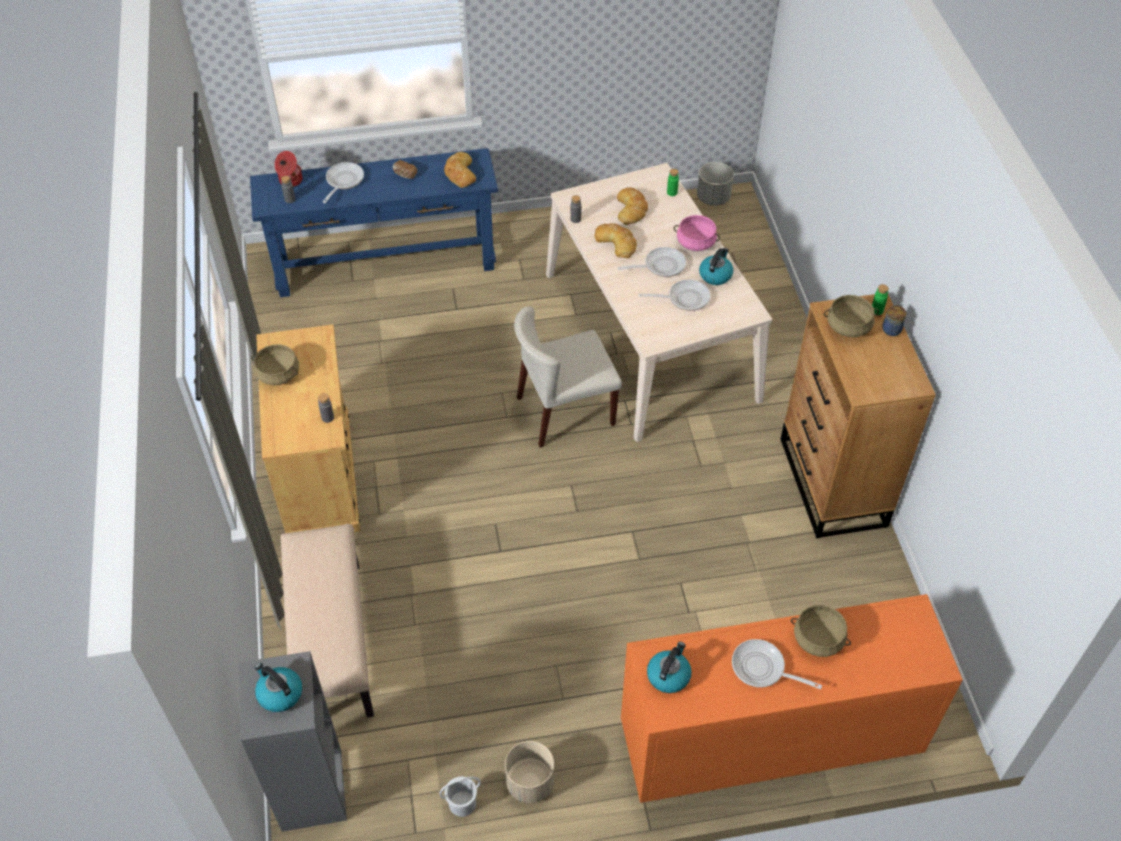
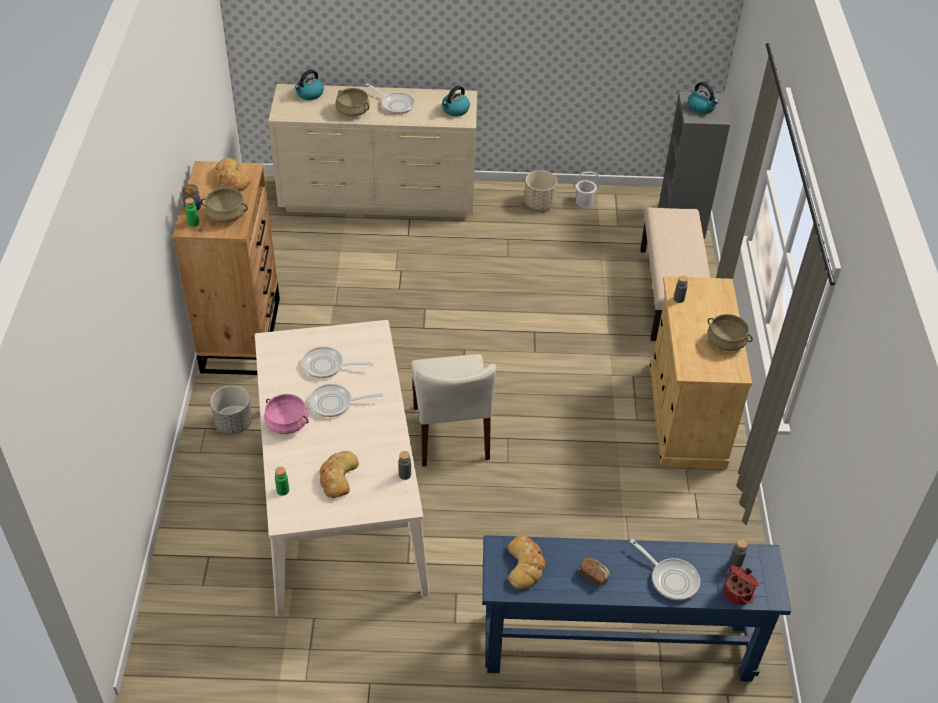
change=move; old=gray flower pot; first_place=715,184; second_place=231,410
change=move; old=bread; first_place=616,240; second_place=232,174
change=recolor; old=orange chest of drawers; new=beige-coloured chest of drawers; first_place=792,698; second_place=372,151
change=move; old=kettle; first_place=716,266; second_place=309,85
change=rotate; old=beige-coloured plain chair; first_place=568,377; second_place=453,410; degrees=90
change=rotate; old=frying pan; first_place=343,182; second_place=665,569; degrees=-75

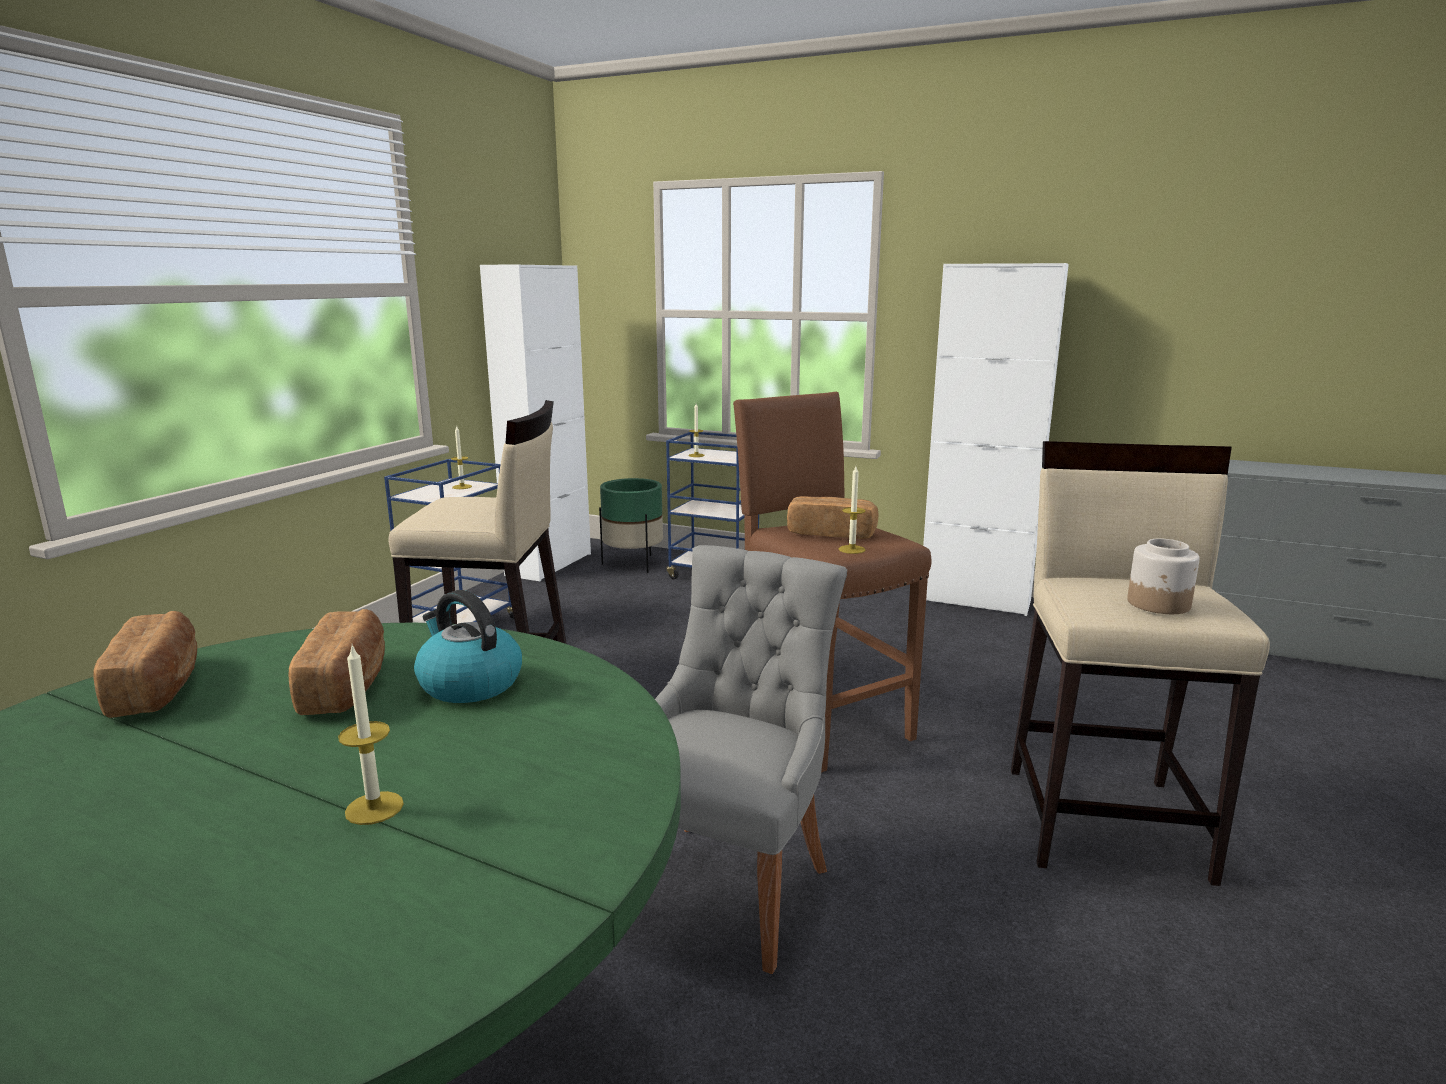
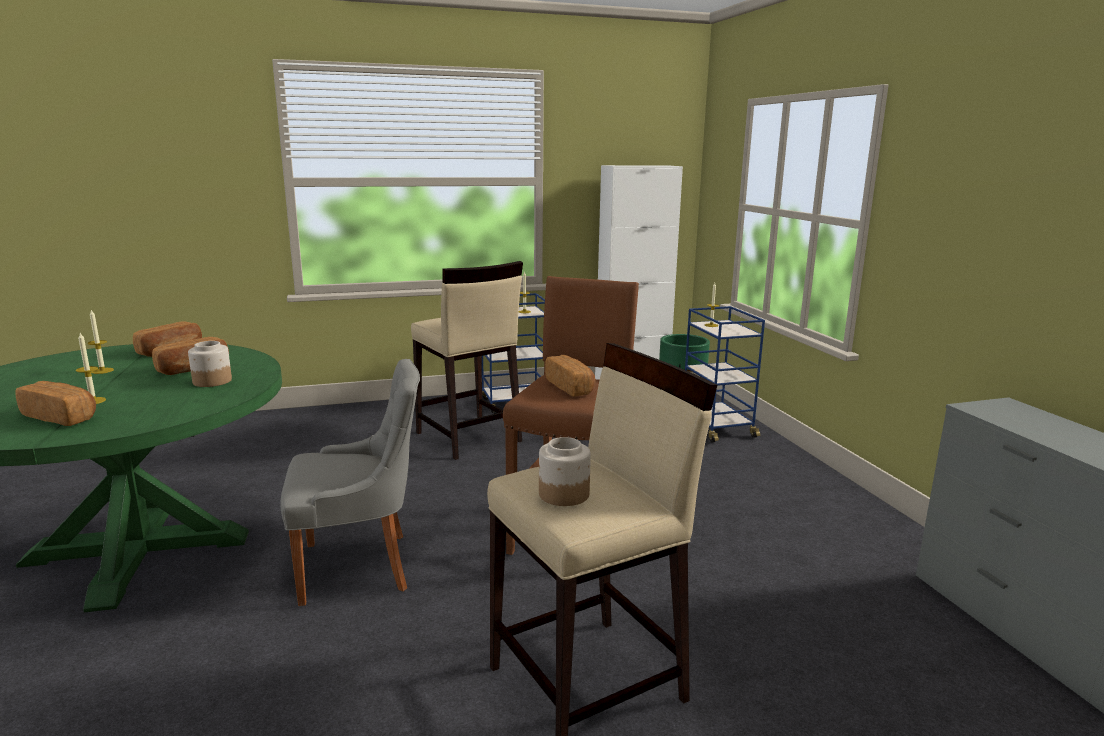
change=insert; new=bread; second_place=55,403
change=move; old=wax candle; first_place=852,510; second_place=100,342
change=replace; old=kettle; new=preserve jar; first_place=468,646; second_place=210,364
change=delete; old=whitish cupboard; first_place=996,439

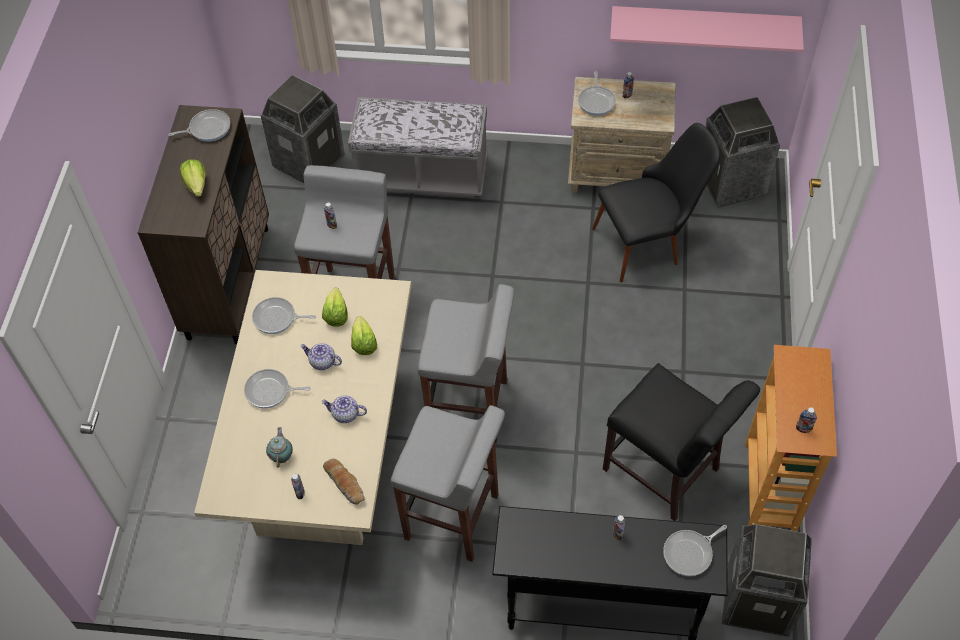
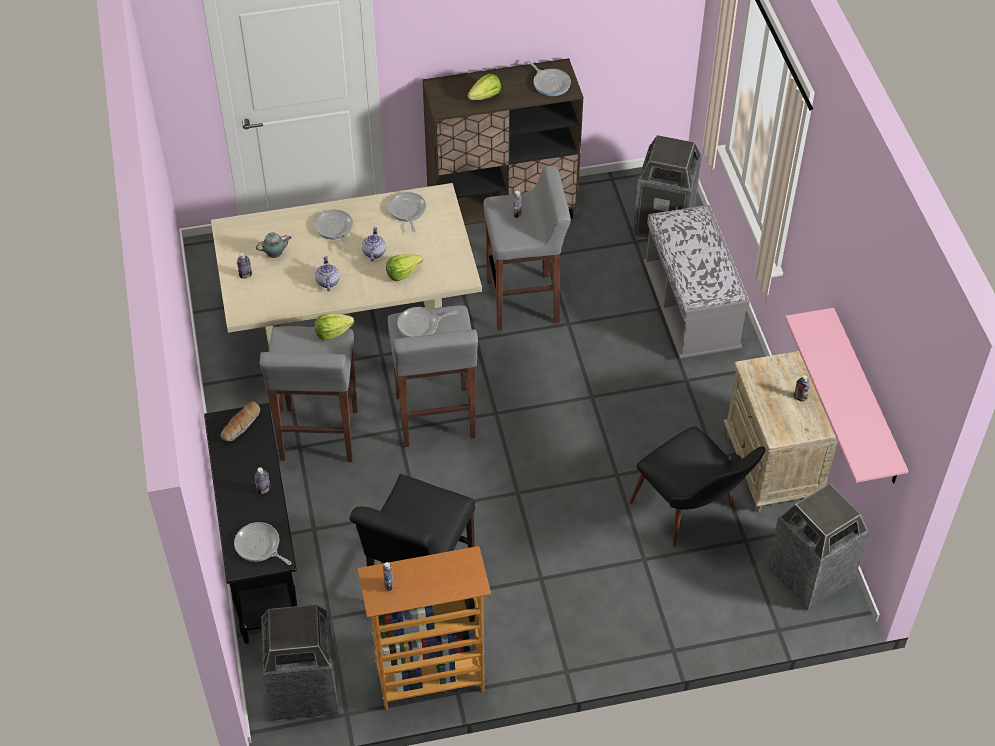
change=move; old=bread; first_place=344,482; second_place=240,421
change=move; old=lettuce; first_place=335,307; second_place=334,327
change=move; old=frying pan; first_place=597,93; second_place=427,322

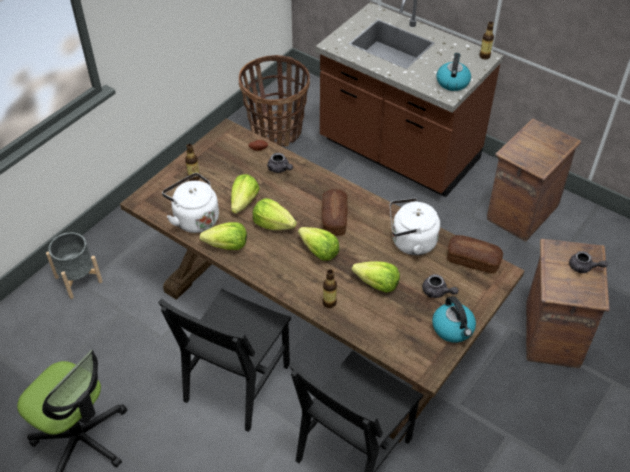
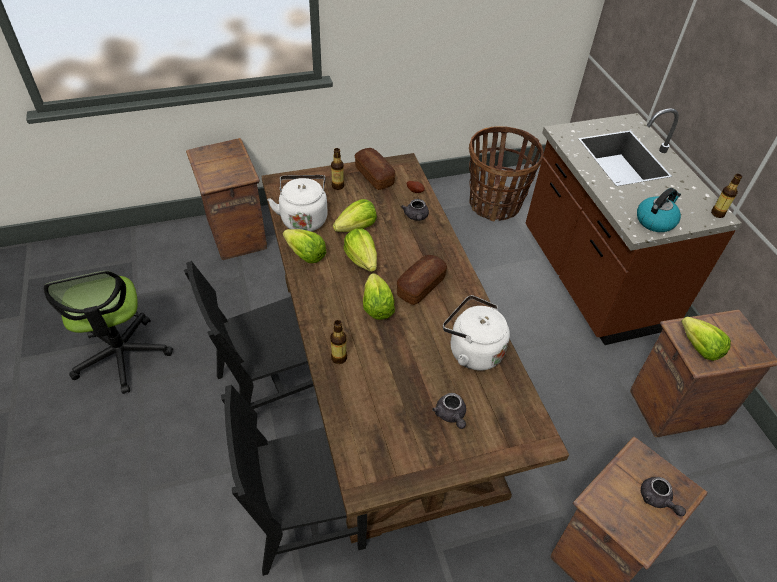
change=replace; old=gray flower pot; new=packing crate; first_place=74,265; second_place=226,199
change=move; old=bread; first_place=475,254; second_place=375,169
change=move; old=lettuce; first_place=376,277; second_place=706,338
change=delete; old=kettle; first_place=454,319

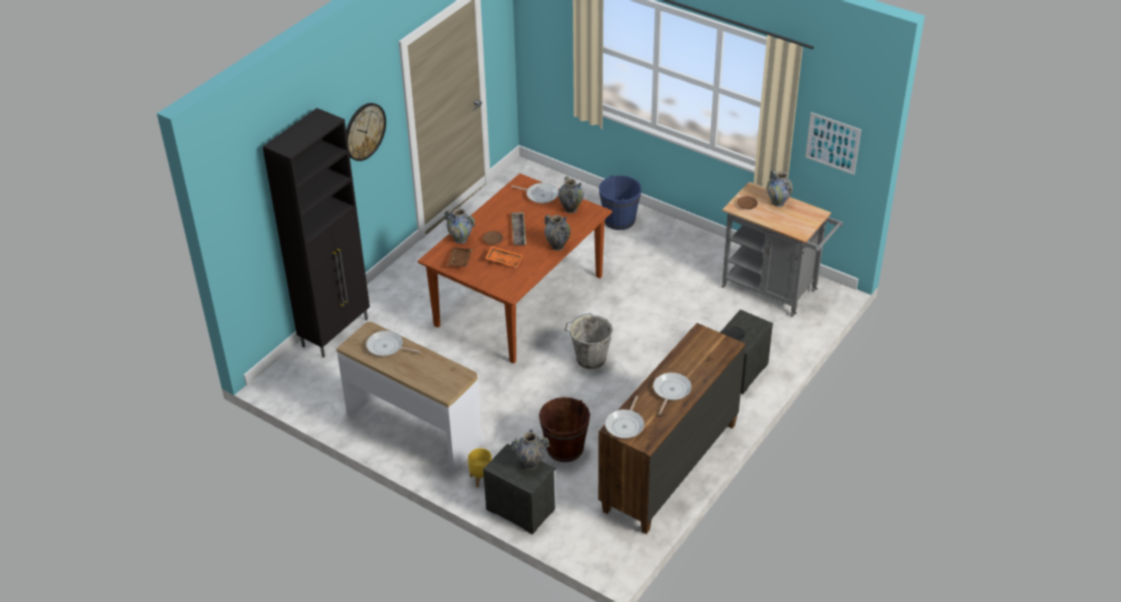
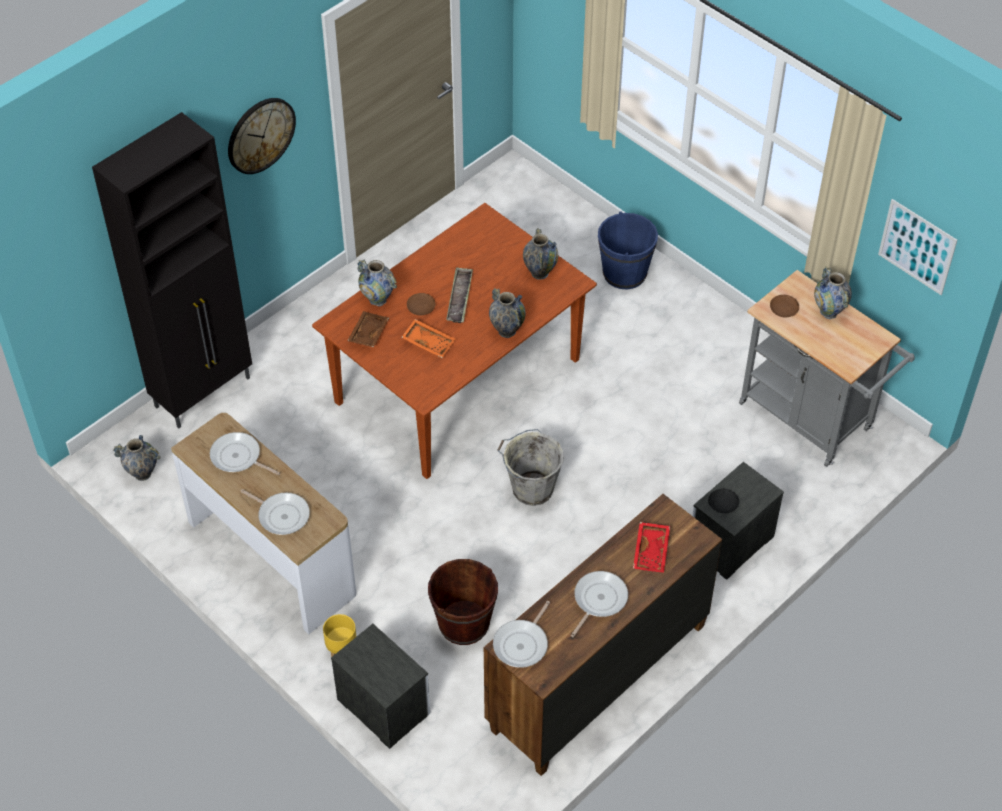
change=move; old=decorative vase; first_place=530,449; second_place=137,458
change=move; old=frying pan; first_place=535,193; second_place=275,512
change=insert; new=reddish carrying tray; second_place=651,547

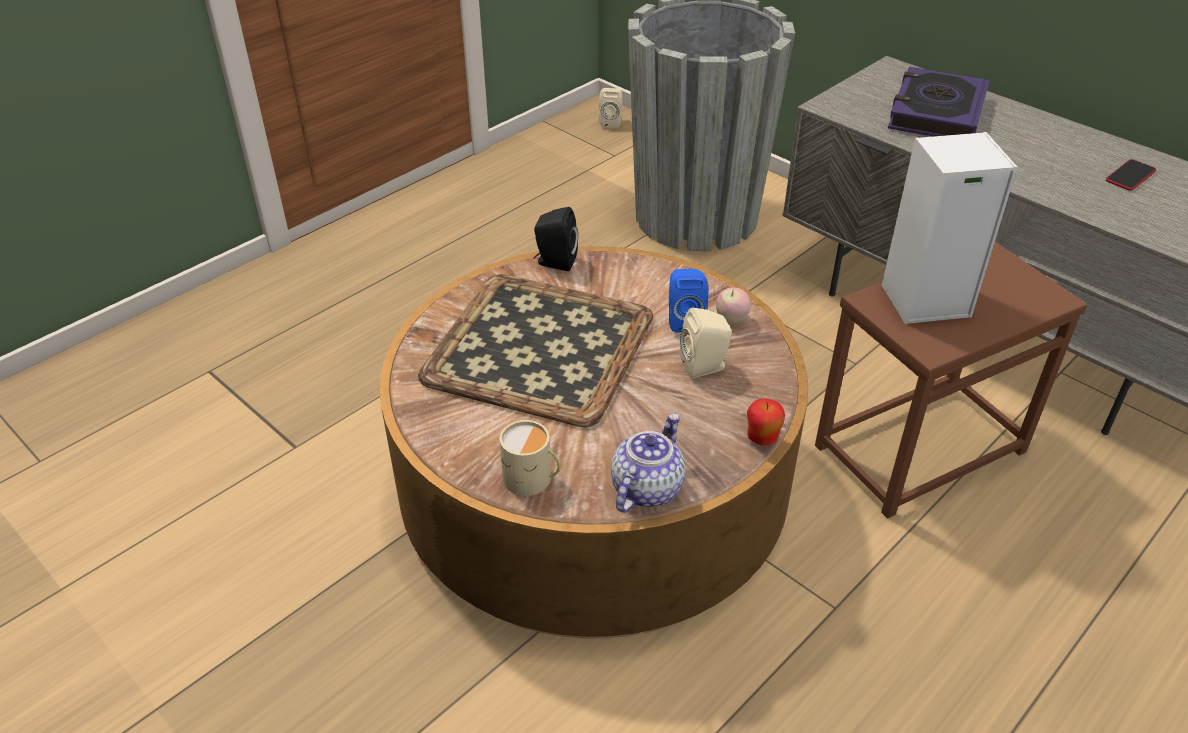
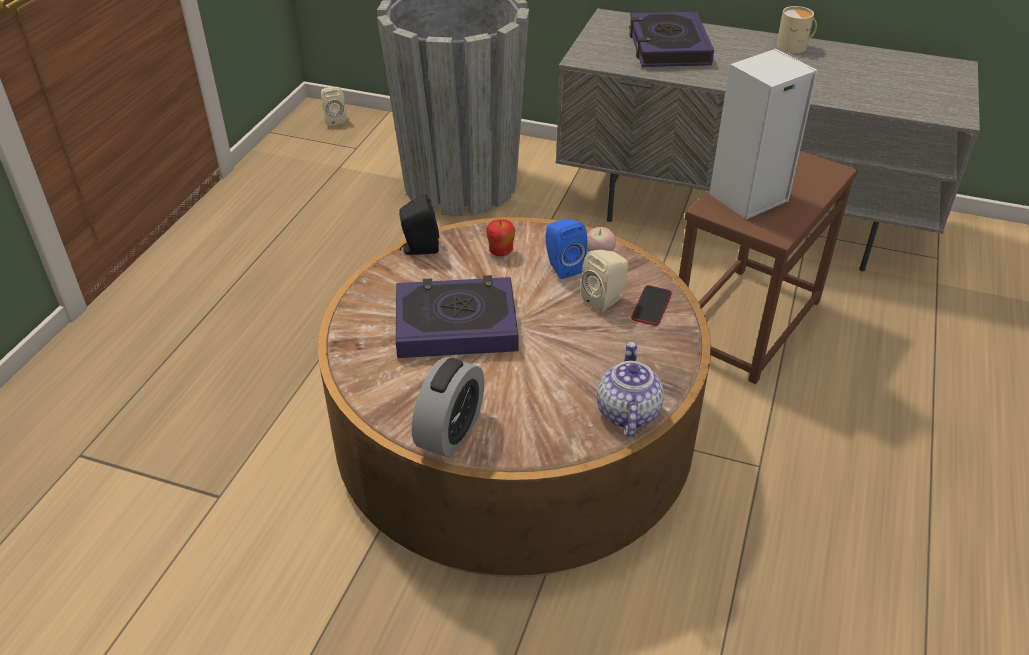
change=replace; old=carrying tray; new=bound book; first_place=535,350; second_place=457,316
change=insert; new=alarm clock; second_place=448,407
change=move; old=apple; first_place=766,421; second_place=500,237
change=move; old=telephone; first_place=1131,175; second_place=651,305
change=move; old=beige-coloured mug; first_place=530,458; second_place=796,29

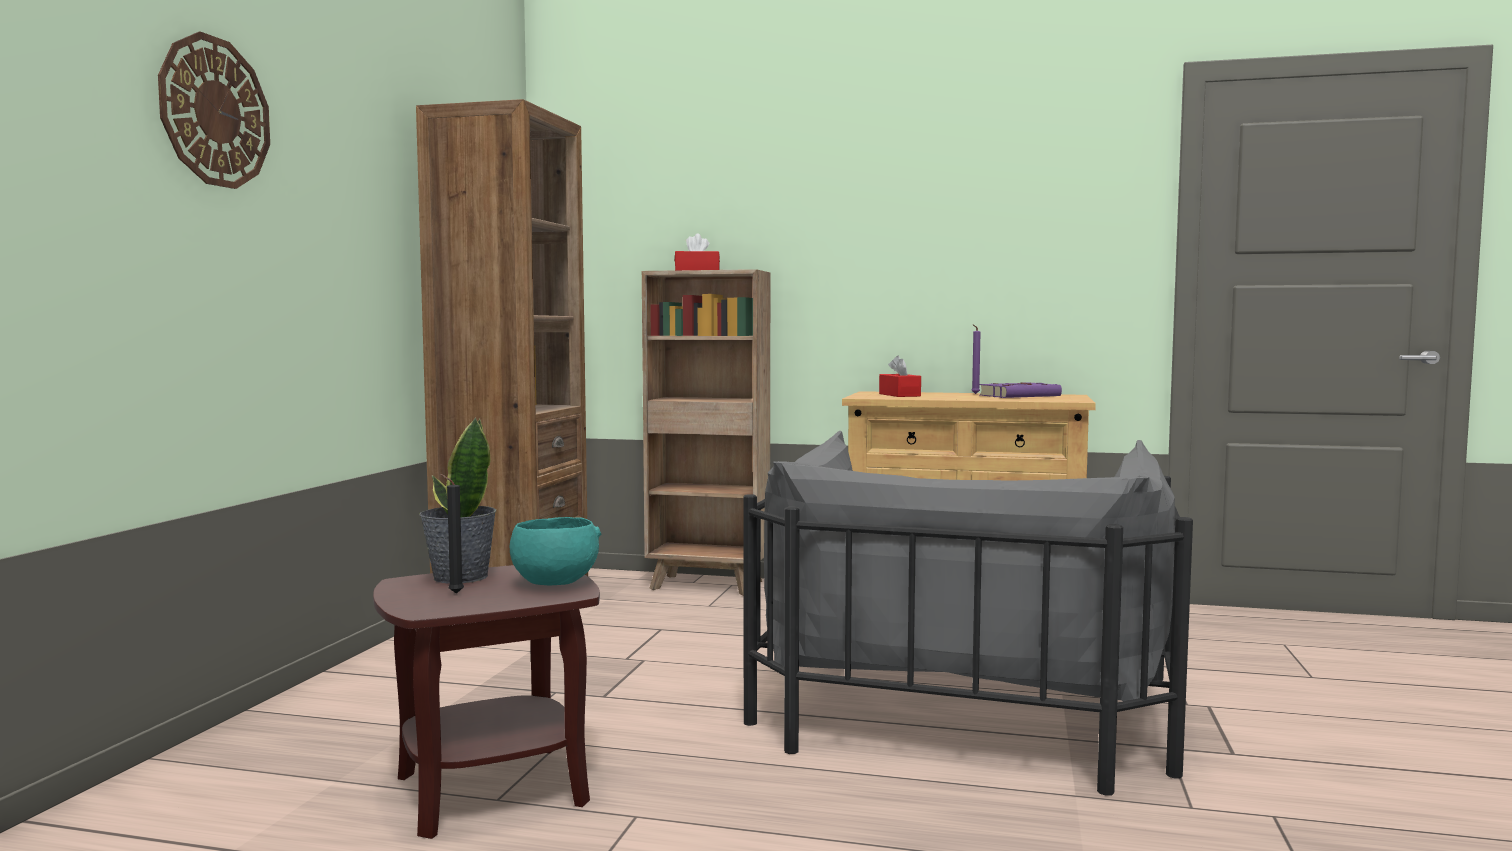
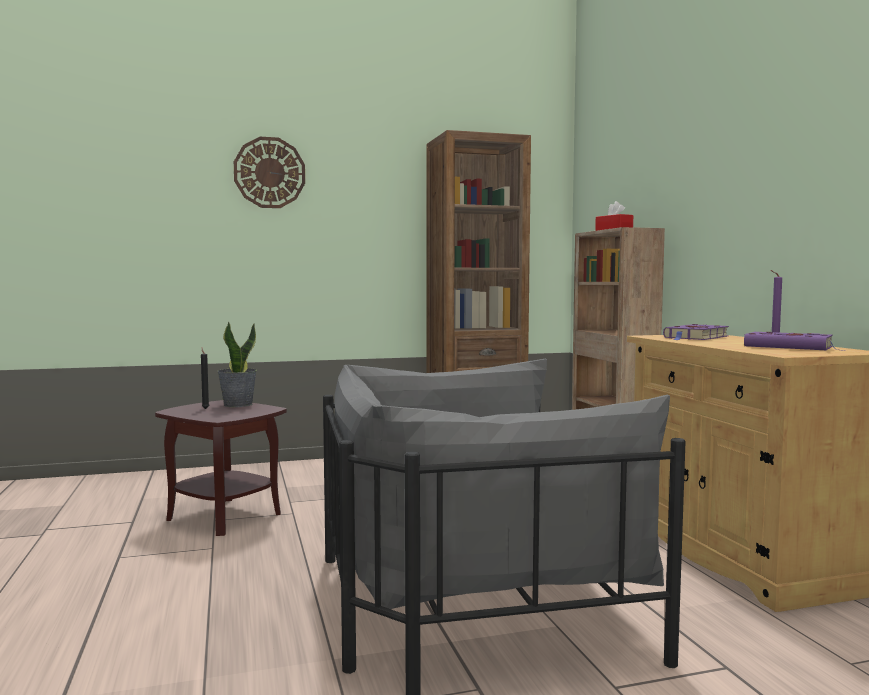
change=replace; old=reddish tissue holder; new=purple-coloured bound book; first_place=900,376; second_place=696,332
change=delete; old=turquoise serving bowl; first_place=555,551

